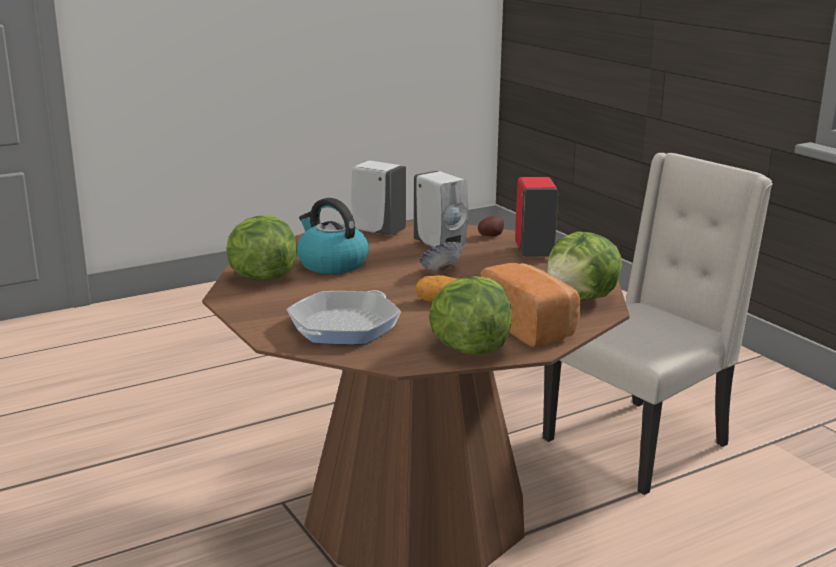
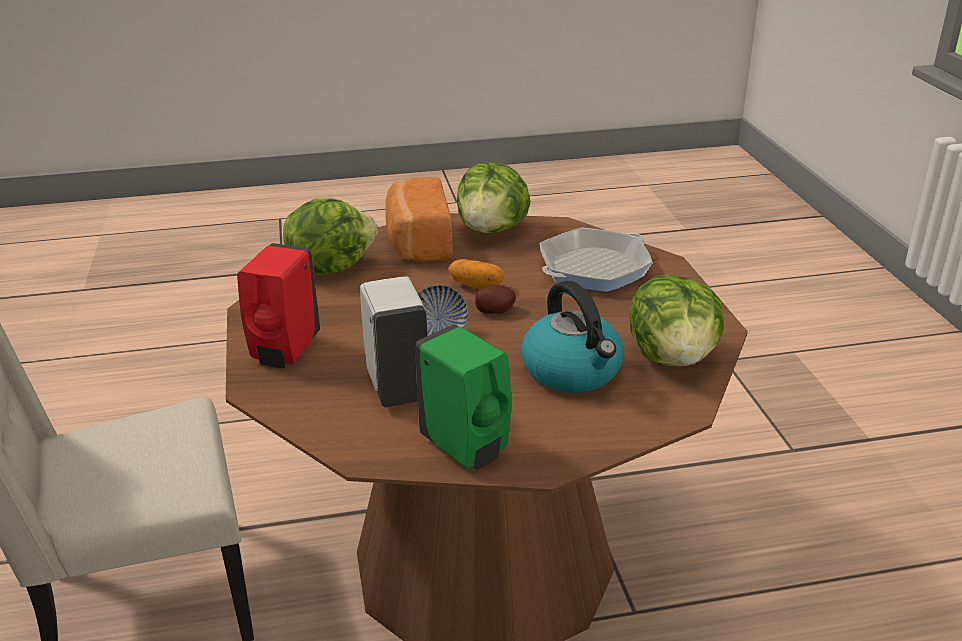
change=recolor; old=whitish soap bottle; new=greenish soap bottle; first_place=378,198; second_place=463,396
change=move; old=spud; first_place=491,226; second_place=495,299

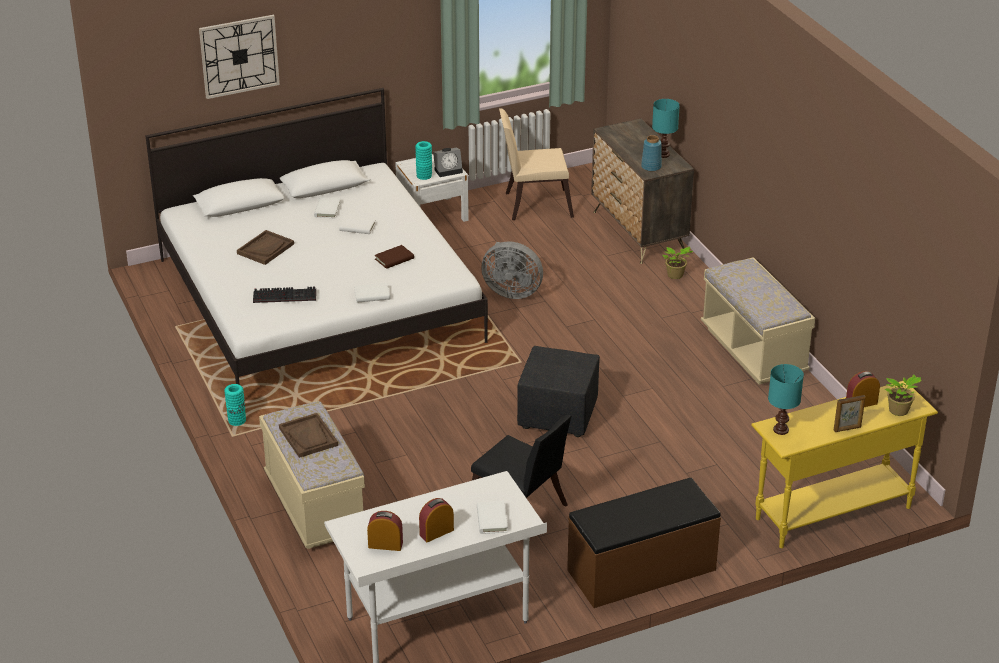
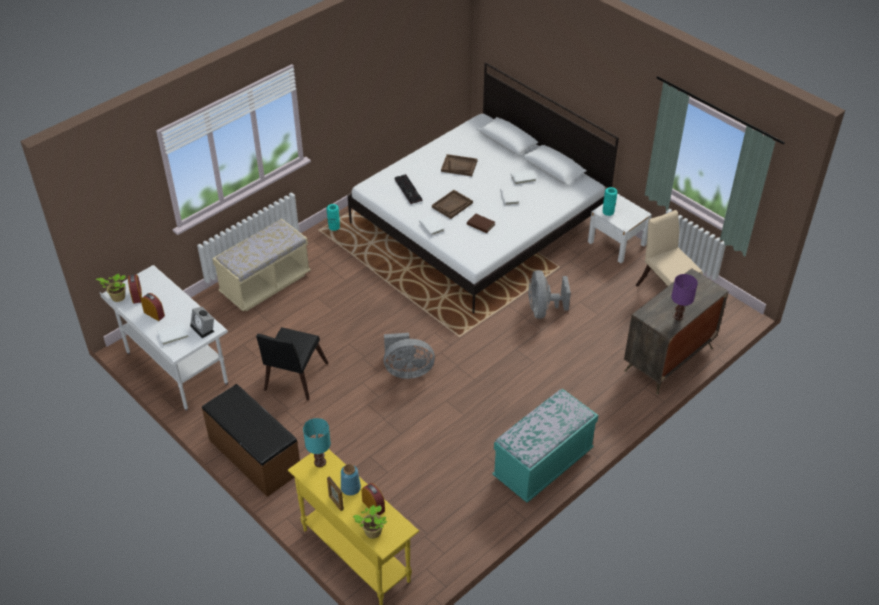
change=move; old=plant in a pot; first_place=677,263; second_place=111,287
change=move; old=alarm clock; first_place=448,162; second_place=202,322
change=move; old=blue-coloured decorative vase; first_place=651,153; second_place=351,480
change=replace; old=black footrest; new=gray electric fan; first_place=558,391; second_place=409,356
change=move; old=brownish carrying tray; first_place=308,435; second_place=452,204
change=recolor; old=beige-coloured indoor bench; new=turquoise indoor bench; first_place=758,321; second_place=545,446
change=recolor; old=turquoise table lamp; new=purple-coloured table lamp; first_place=666,128; second_place=684,297
change=delete; old=hanging clock; first_place=239,57

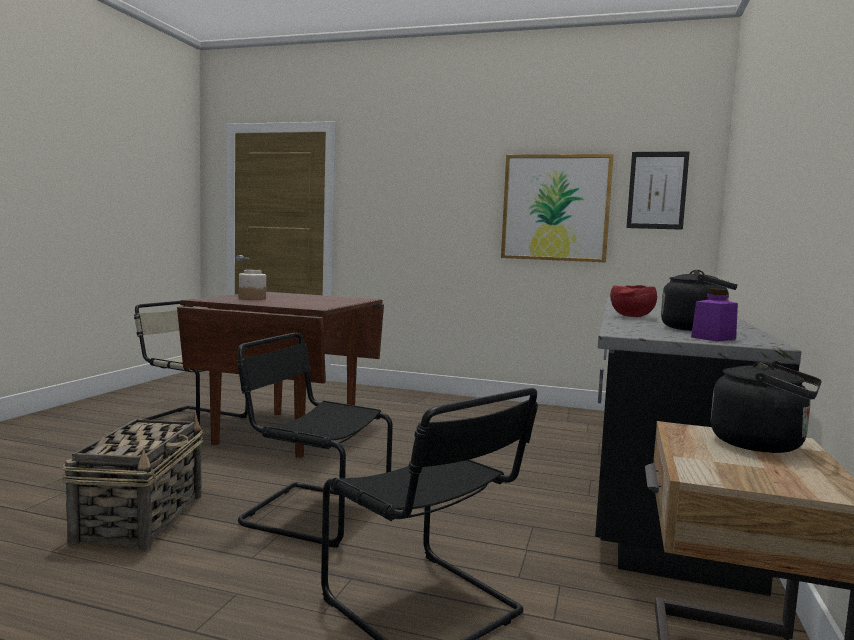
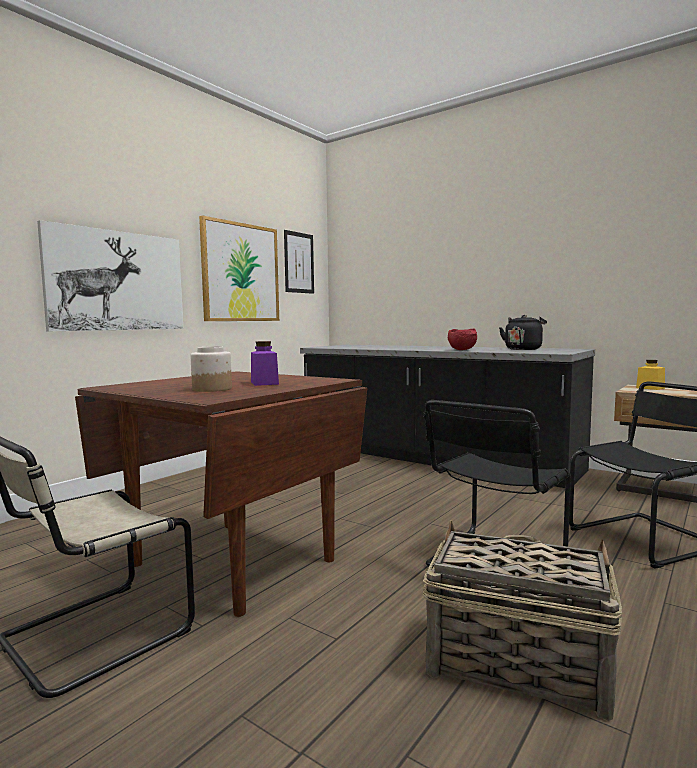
change=insert; new=picture; second_place=110,275
change=move; old=purple-coloured preserve jar; first_place=714,315; second_place=265,363
change=replace; old=black kettle; new=yellowish preserve jar; first_place=766,407; second_place=650,375

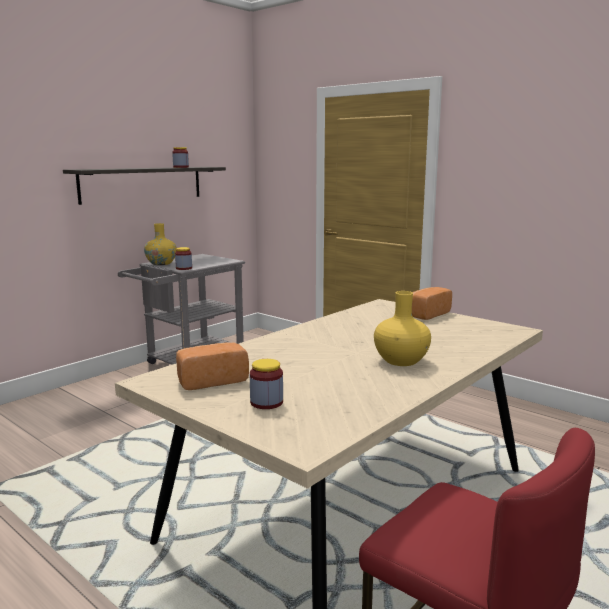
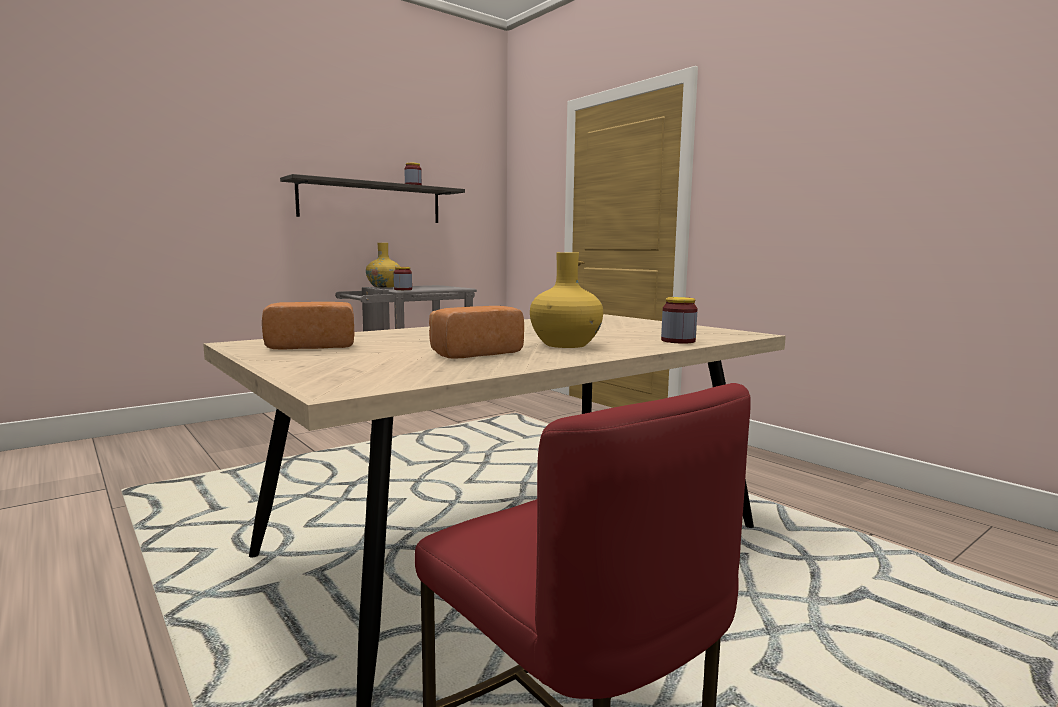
change=move; old=bread; first_place=432,303; second_place=476,332
change=move; old=preserve jar; first_place=266,384; second_place=679,320

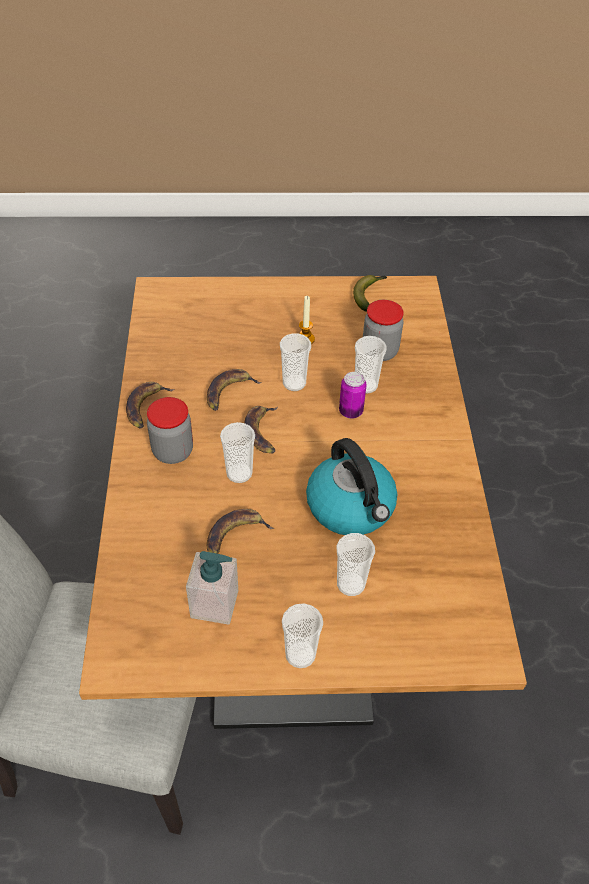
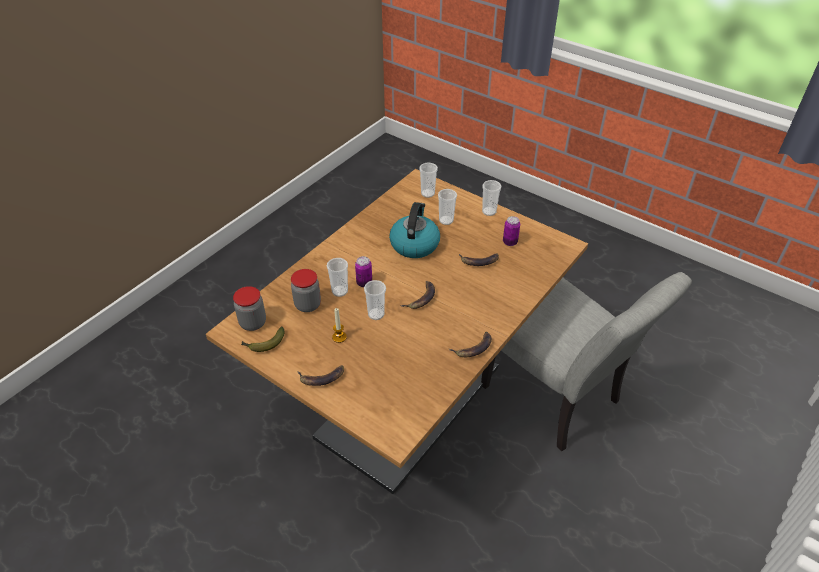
change=move; old=preserve jar; first_place=170,430; second_place=249,308
change=move; old=whole banana; first_place=234,390; second_place=320,375
change=move; old=drinking cup; first_place=237,452; second_place=428,180
change=replace; old=soap bottle; new=sealed can; first_place=212,588; second_place=511,231

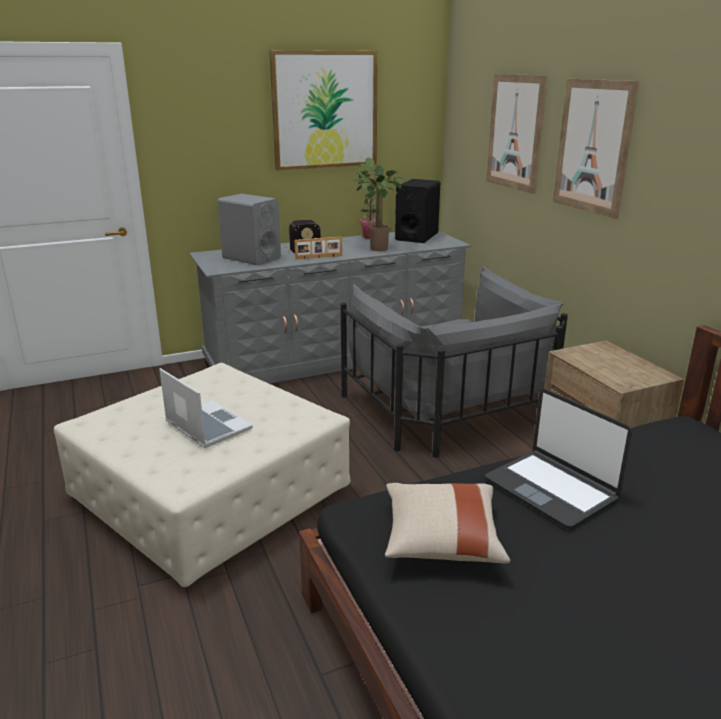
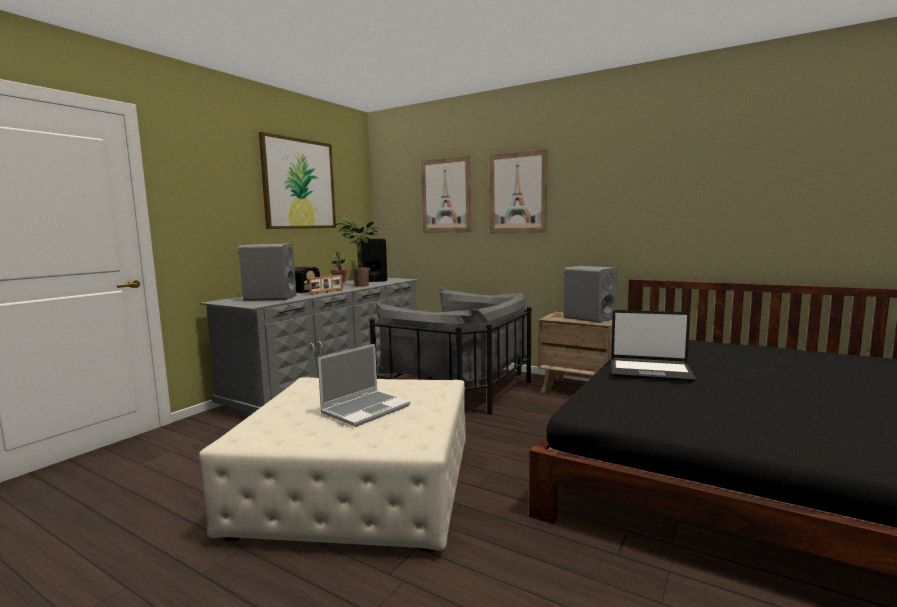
change=rotate; old=portable computer; first_place=206,408; second_place=364,385; degrees=120
change=insert; new=gray speaker; second_place=590,294
change=delete; old=beige-coloured throw pillow; first_place=447,523

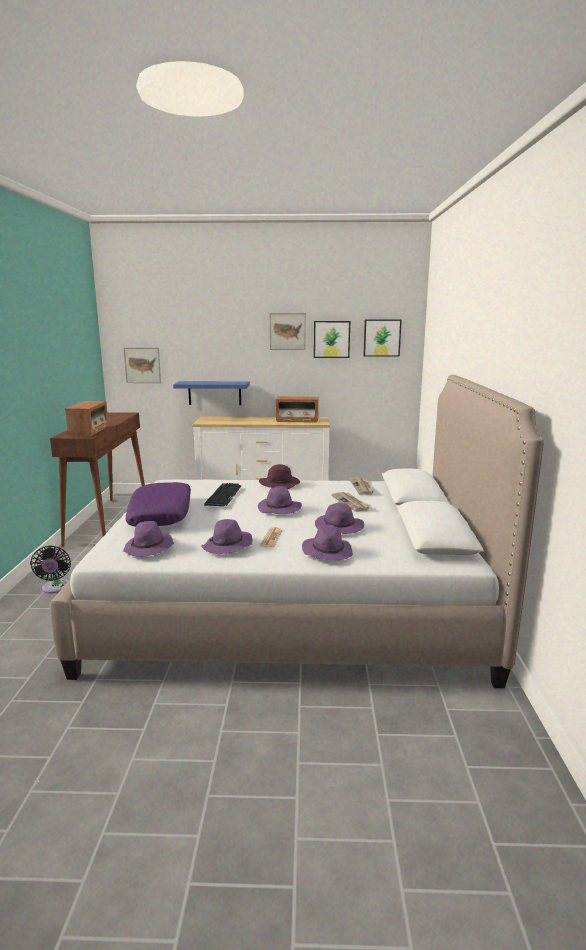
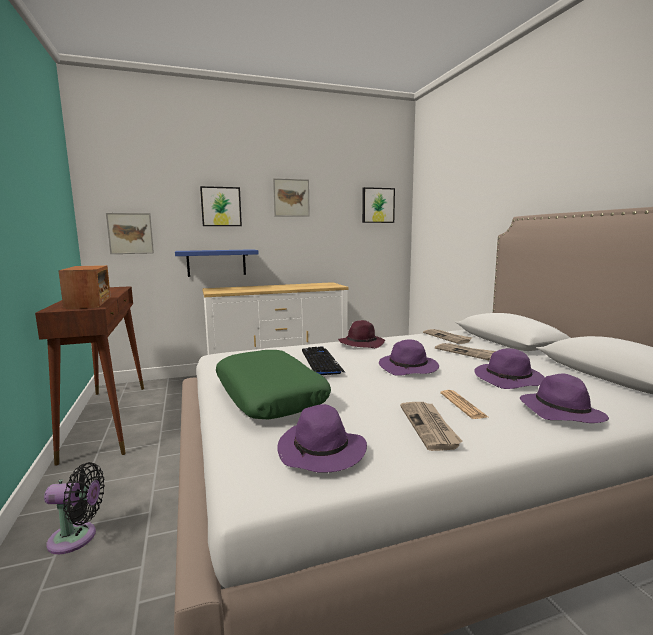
change=rotate; old=black electric fan; first_place=50,570; second_place=74,508; degrees=-60
change=move; old=picture; first_place=332,339; second_place=221,206
change=recolor; old=purple-coloured throw pillow; new=greenish throw pillow; first_place=158,504; second_place=273,384
change=replace; old=purple-coloured wearable hat; new=daily paper; first_place=227,536; second_place=431,426
change=delete; old=radio; first_place=297,409

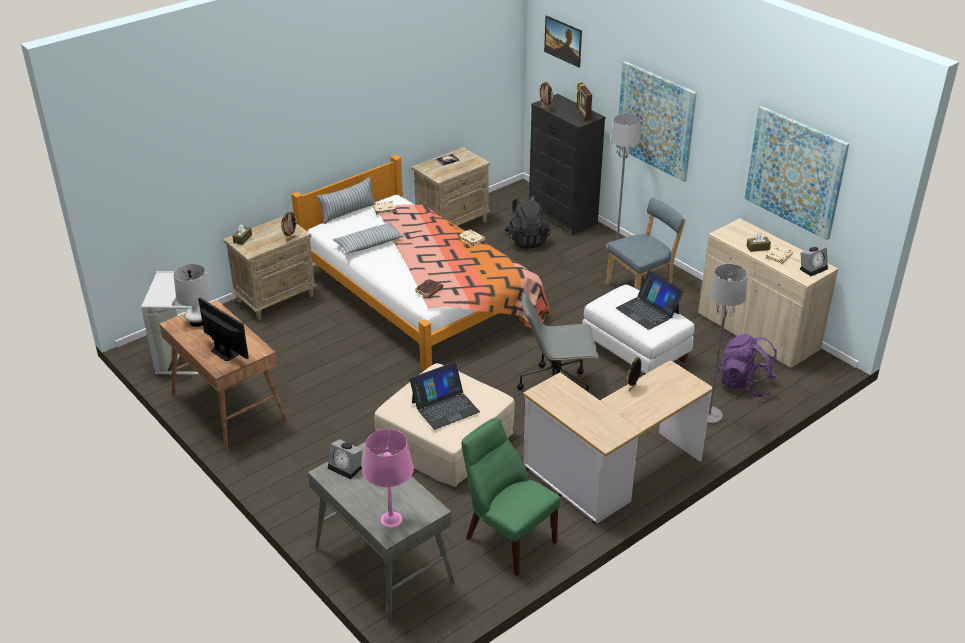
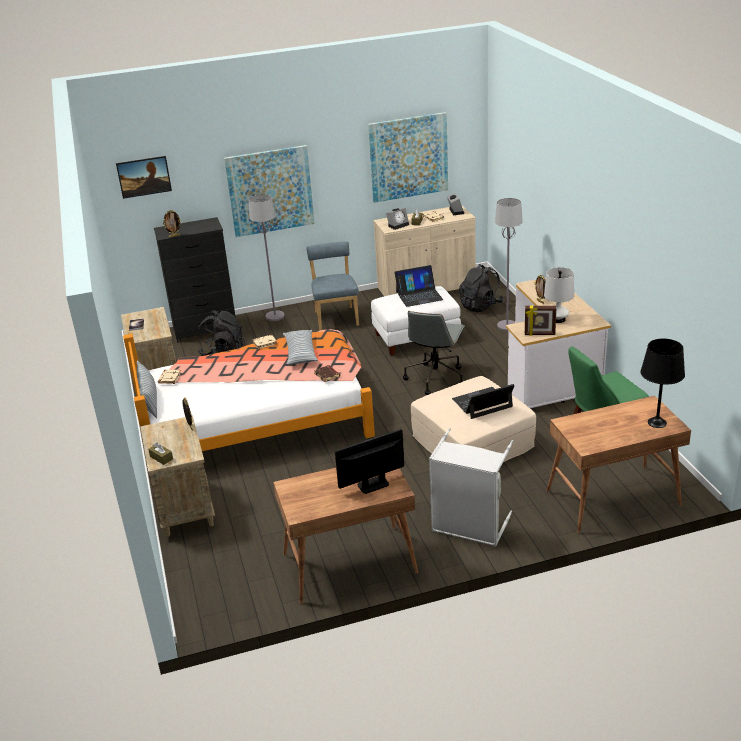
change=move; old=throw pillow; first_place=368,238; second_place=300,347
change=move; old=alarm clock; first_place=345,459; second_place=397,219
change=move; old=gray hamper; first_place=174,323; second_place=471,487
change=rotate; old=portable computer; first_place=445,396; second_place=483,401; degrees=-105
change=recolor; old=purple-coloured rucksack; new=black rucksack; first_place=747,365; second_place=481,288
change=move; old=photo frame; first_place=584,102; second_place=540,320
change=move; old=whitish table lamp; first_place=192,295; second_place=559,295
change=recolor; old=gray desk unit; new=brownish desk unit; first_place=381,533; second_place=618,464
change=recolor; old=pink table lamp; new=black table lamp; first_place=388,478; second_place=662,383

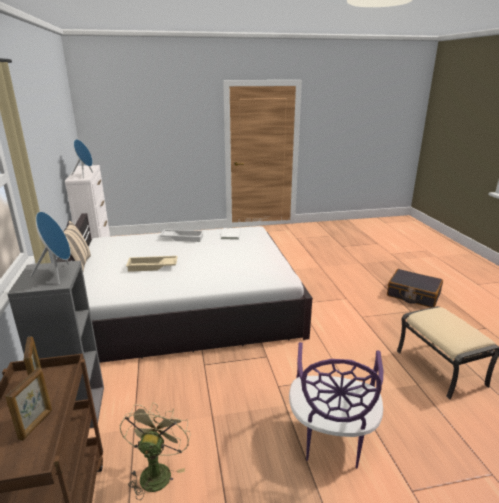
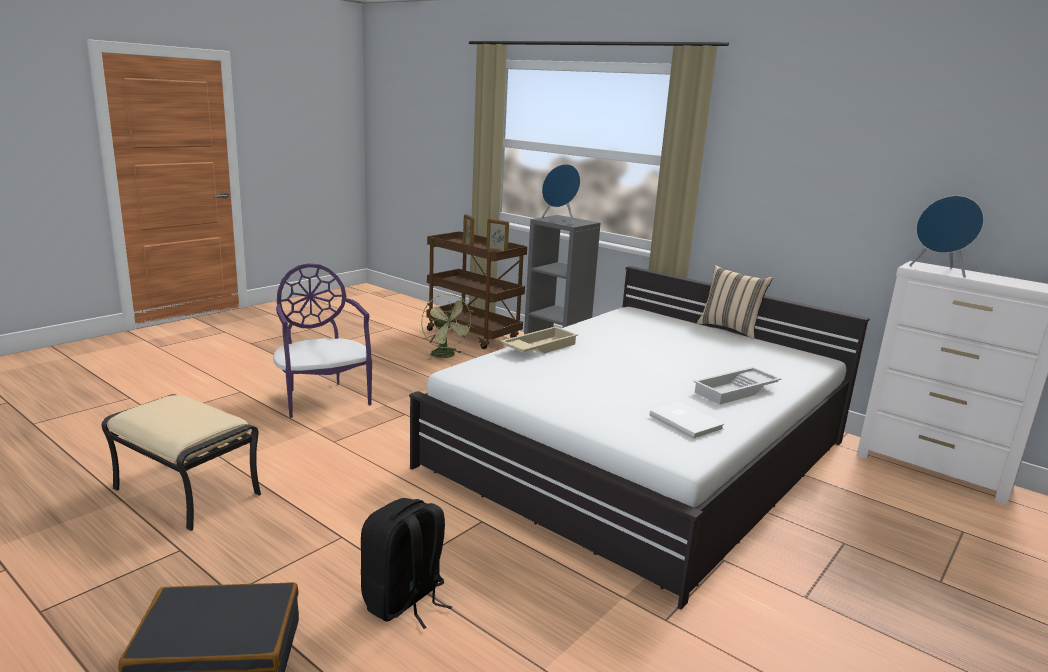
change=insert; new=black rucksack; second_place=406,563
change=move; old=beige-coloured carrying tray; first_place=152,264; second_place=539,340

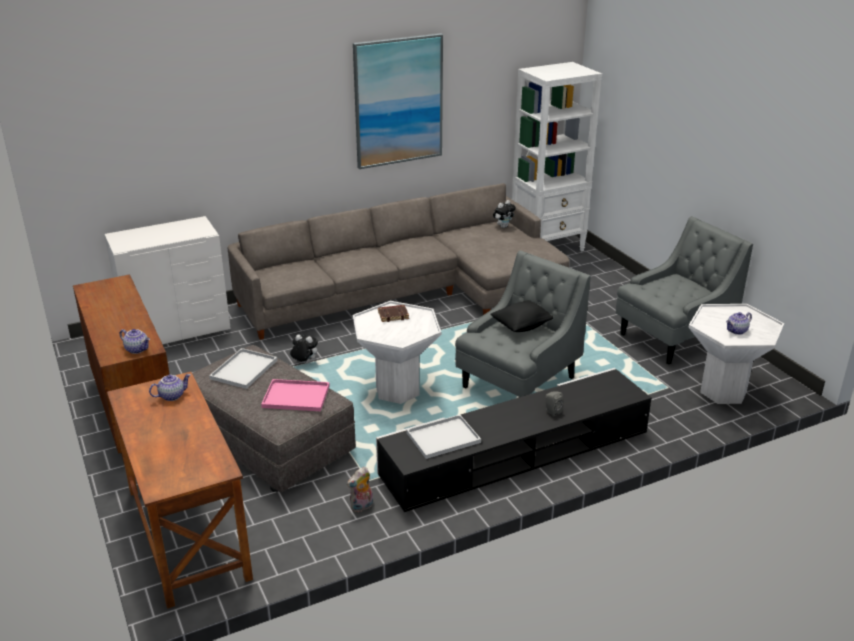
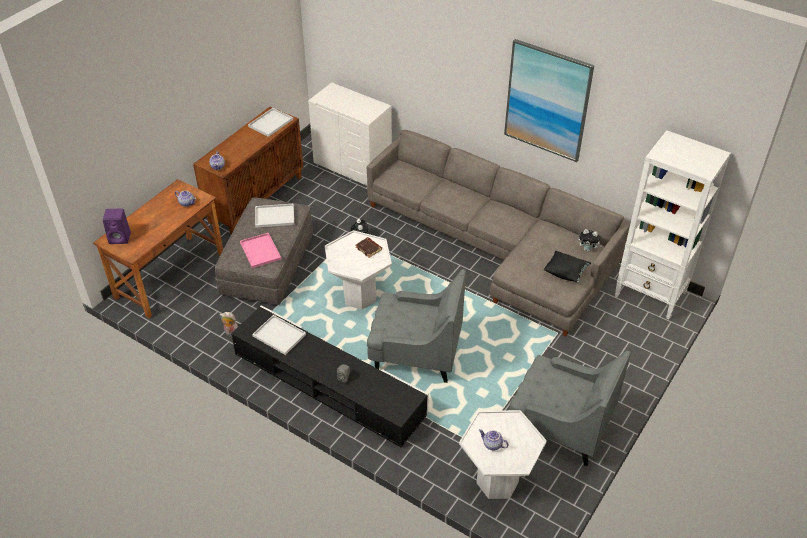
change=insert; new=purple-coloured speaker; second_place=117,226
change=insert; new=whitish carrying tray; second_place=270,122
change=move; old=black throw pillow; first_place=522,316; second_place=567,266

